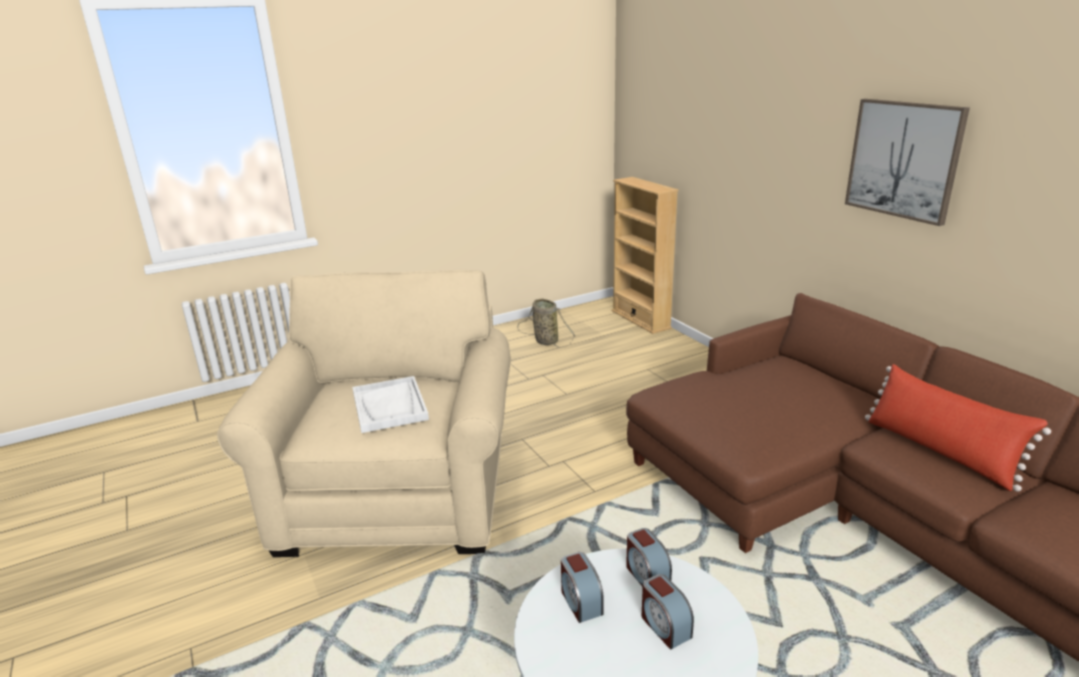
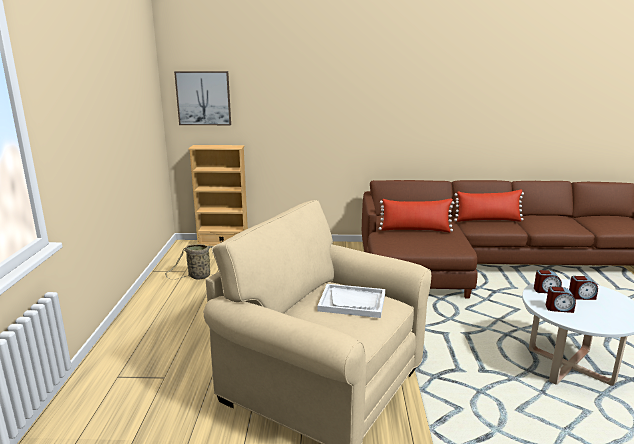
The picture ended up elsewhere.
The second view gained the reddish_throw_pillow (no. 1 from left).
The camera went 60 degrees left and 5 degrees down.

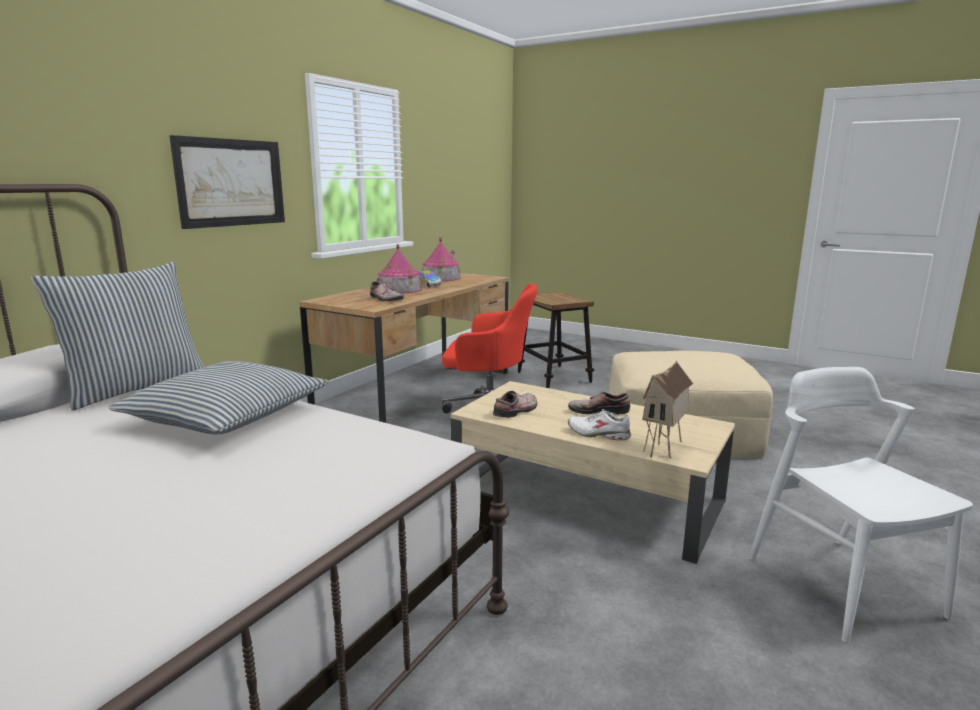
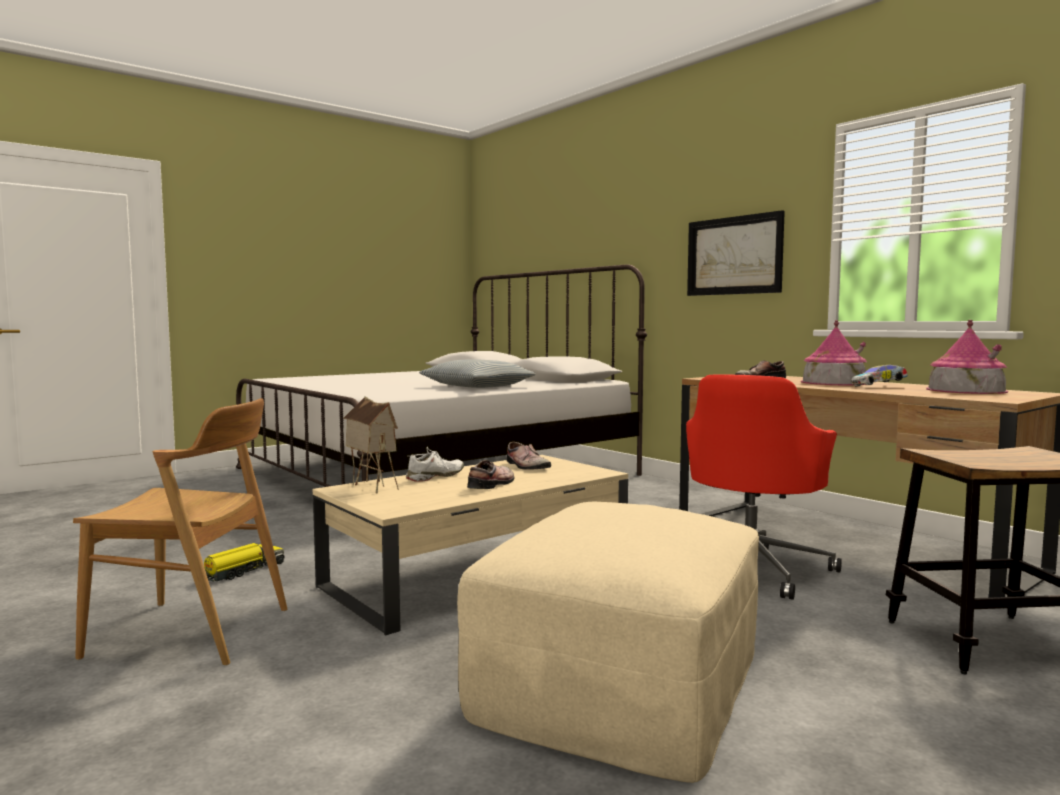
The second view lost the throw_pillow (no. 1 from left).
What was the white-coloured_chair turned into the brownish_chair.
The second view gained the toy_truck.
The camera went 110 degrees right and 10 degrees down.

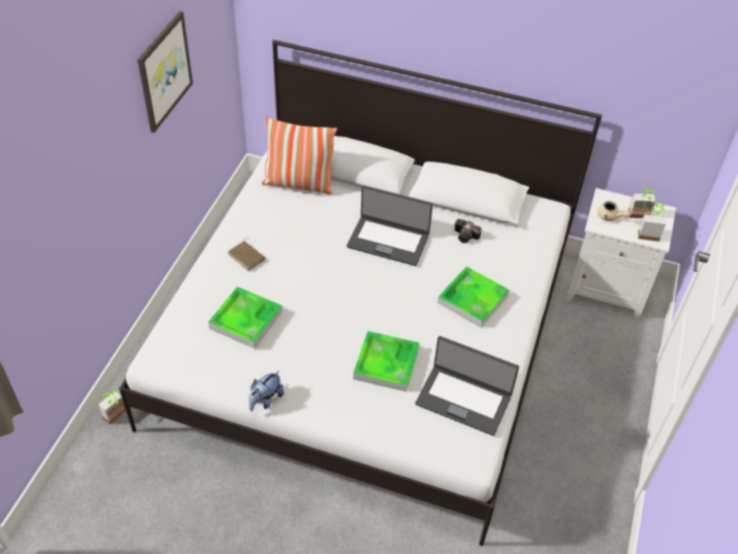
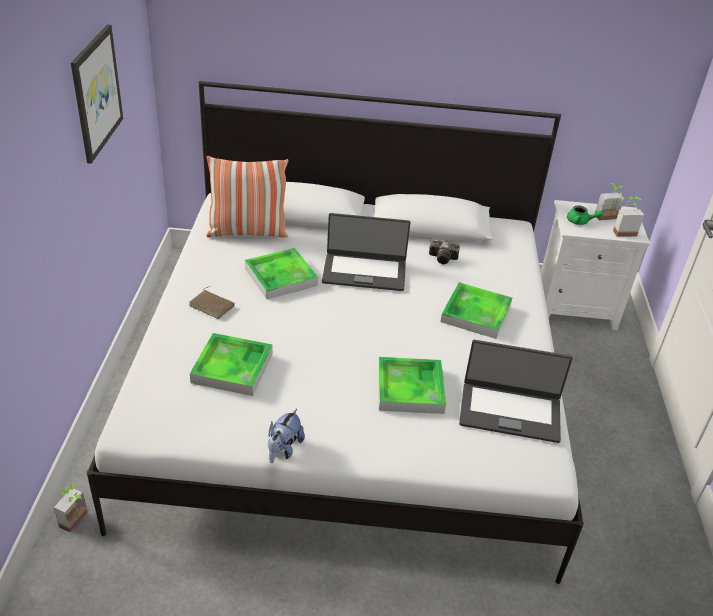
What was the beige_tea_pot turned into the green_tea_pot.
The second view gained the serving_tray (no. 2 from left).
The camera went 15 degrees left and 10 degrees down.

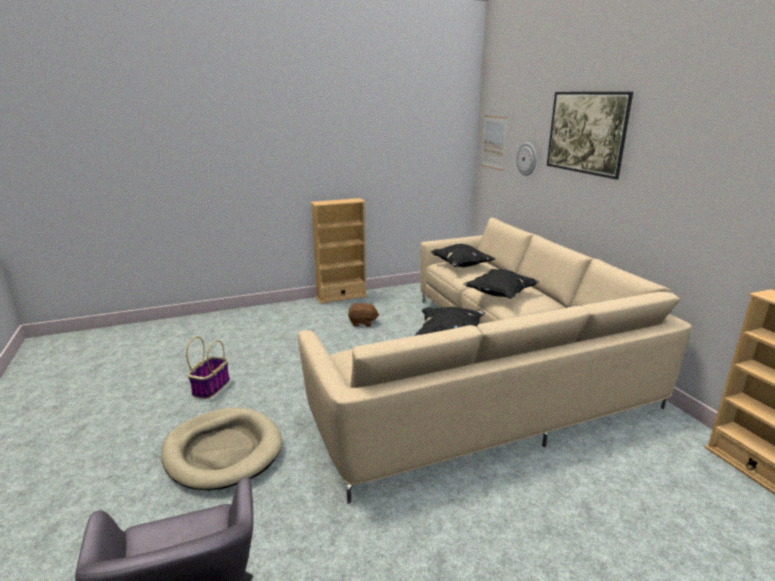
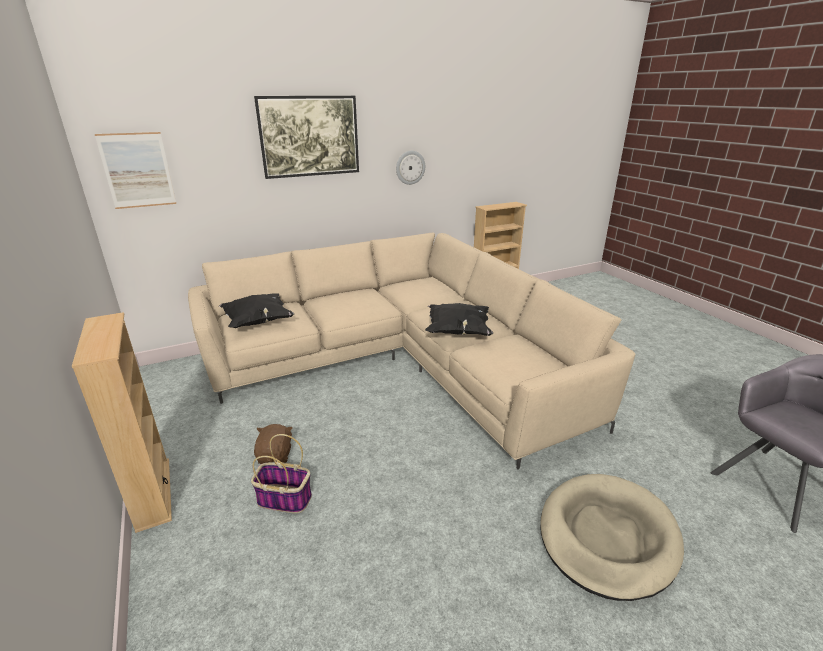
The household_basket ended up elsewhere.
The second view lost the blackish_throw_pillow (no. 3 from left).
The hanging_clock ended up elsewhere.
The camera went 95 degrees left and 5 degrees up.

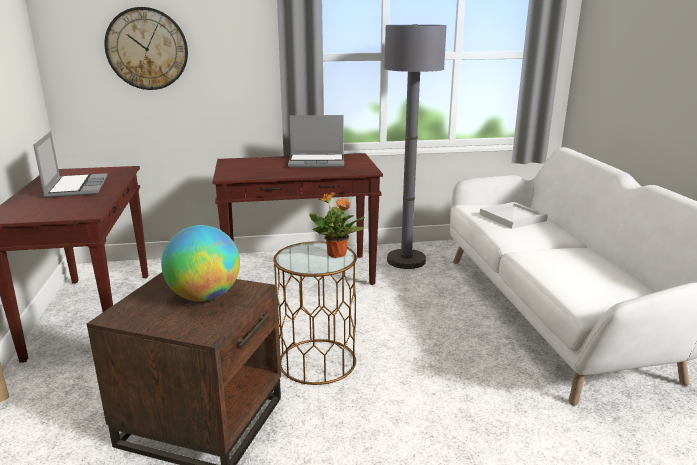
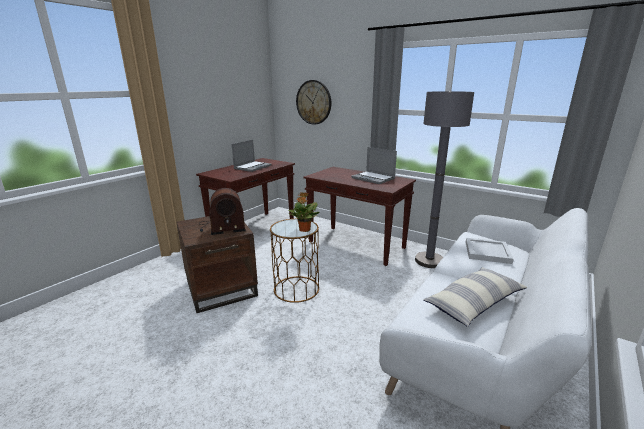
Where the desk_globe stood, the radio_receiver came to stand.
The second view gained the throw_pillow.
The camera went 45 degrees right and 0 degrees up.

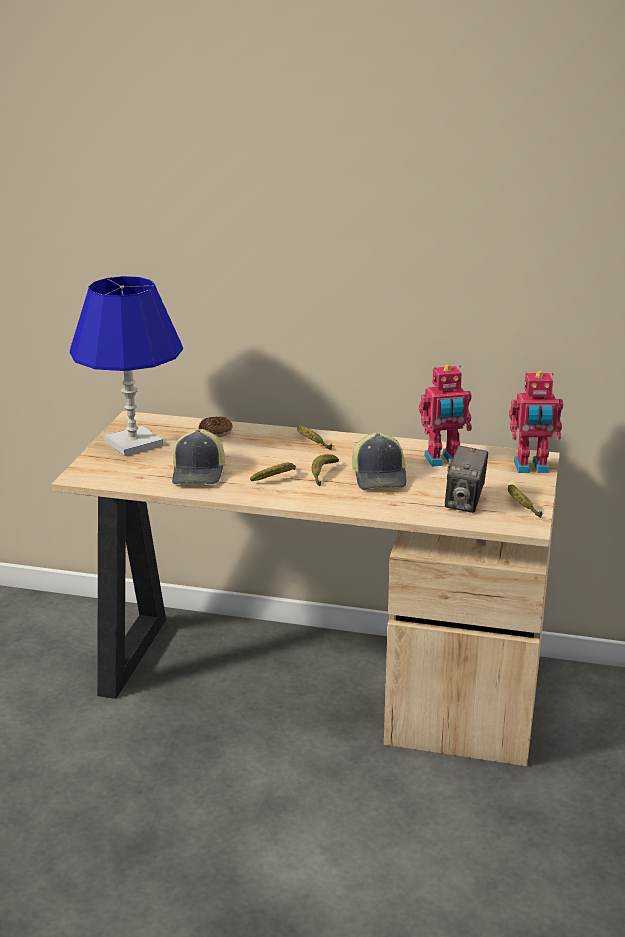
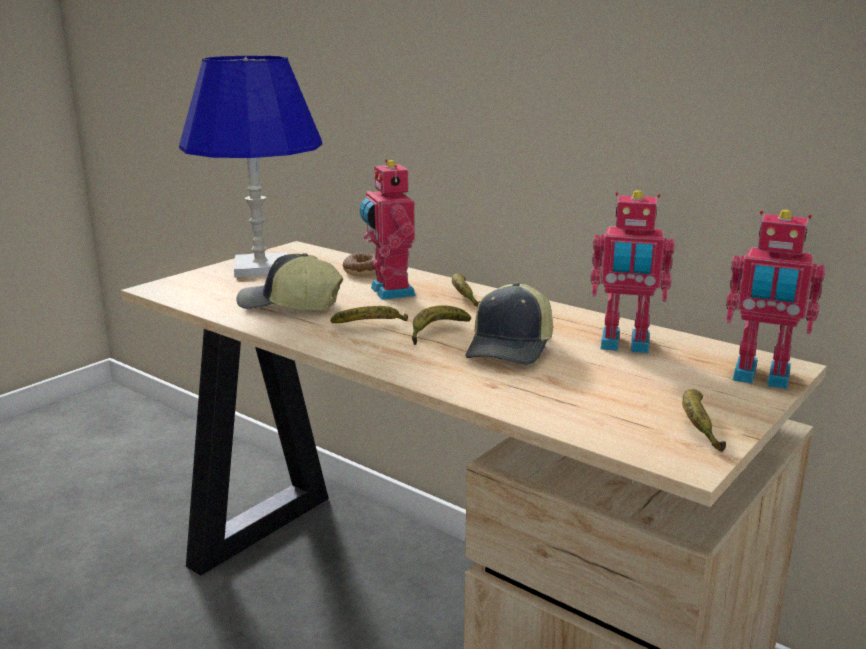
The baseball_cap (no. 1 from left) ended up facing another way, 75 degrees clockwise from before.
The second view lost the still_camera.
The second view gained the model_robot (no. 1 from left).
The camera went 25 degrees right and 5 degrees down.

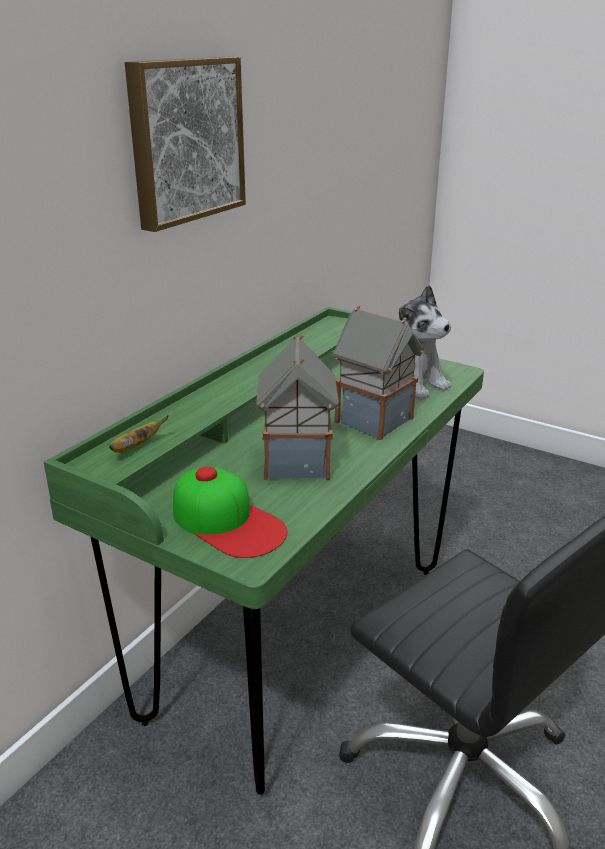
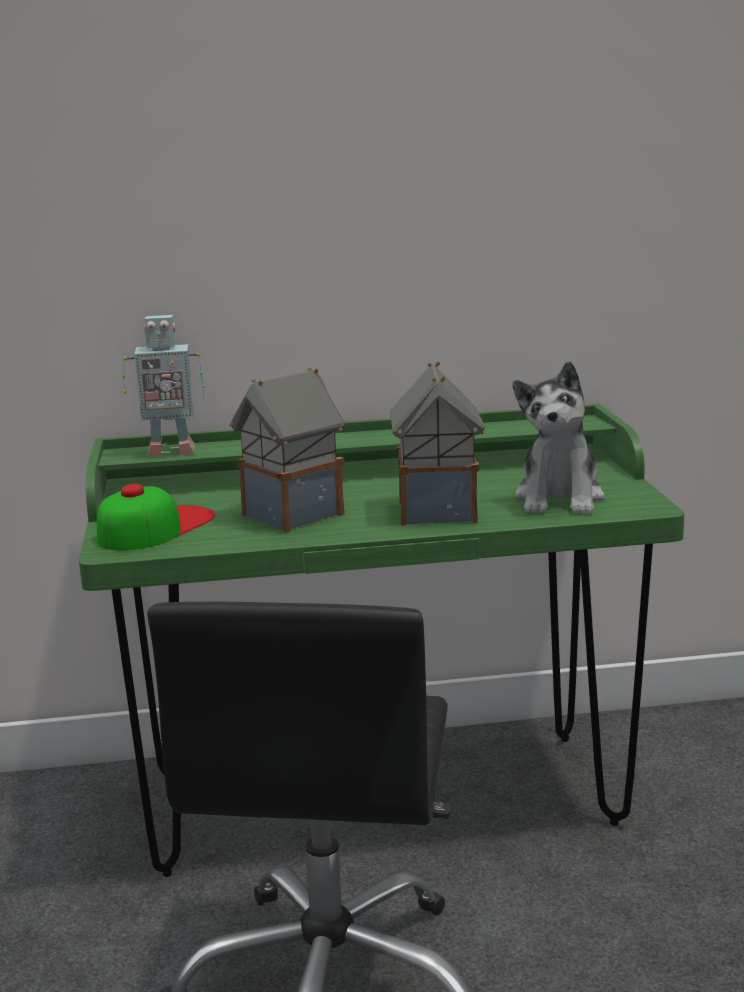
Where the whole_banana stood, the model_robot came to stand.
The second view lost the picture.
The baseball_cap ended up facing another way, 150 degrees counterclockwise from before.
The camera went 50 degrees right and 10 degrees down.

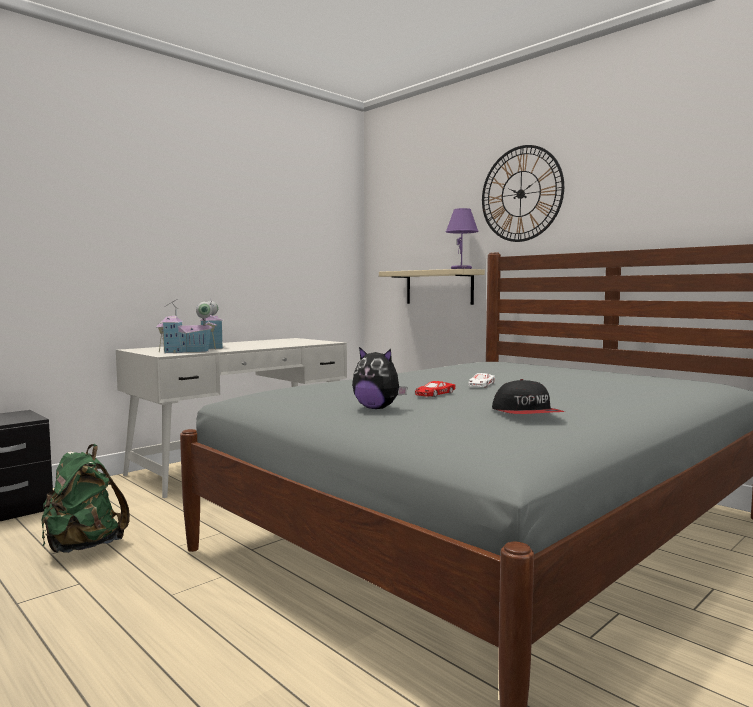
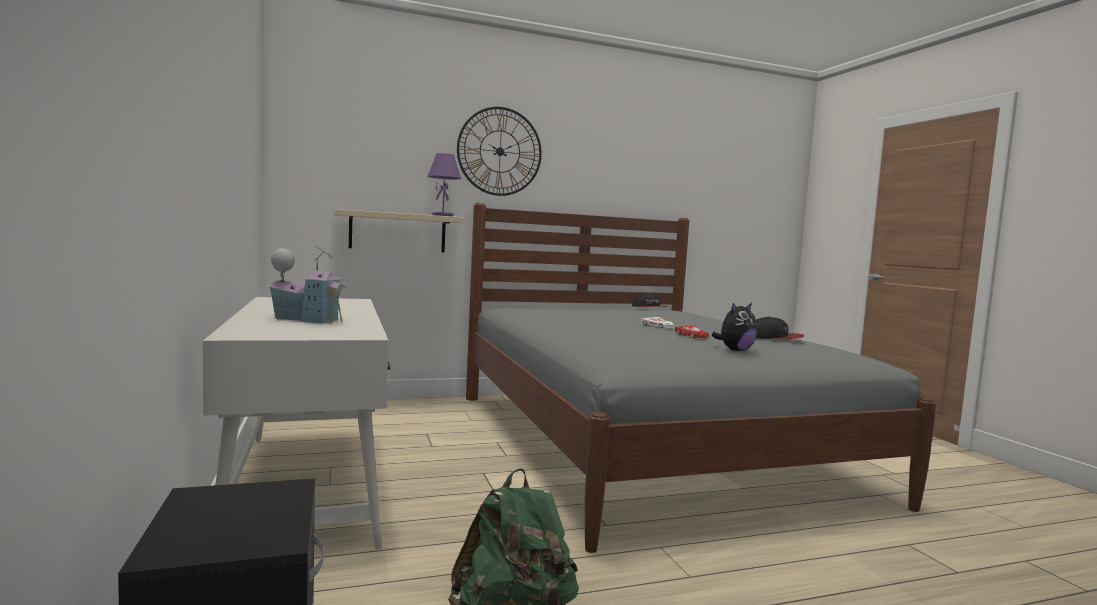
The second view lost the toy_house (no. 1 from left).
The second view gained the baseball_cap (no. 1 from left).
The camera went 65 degrees left and 0 degrees up.

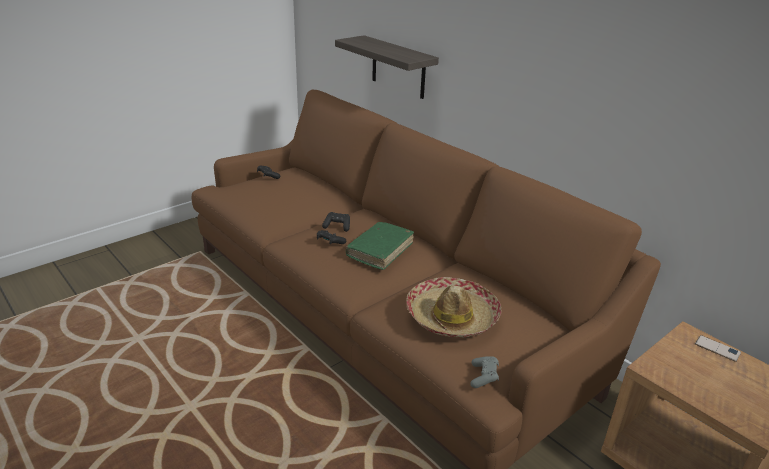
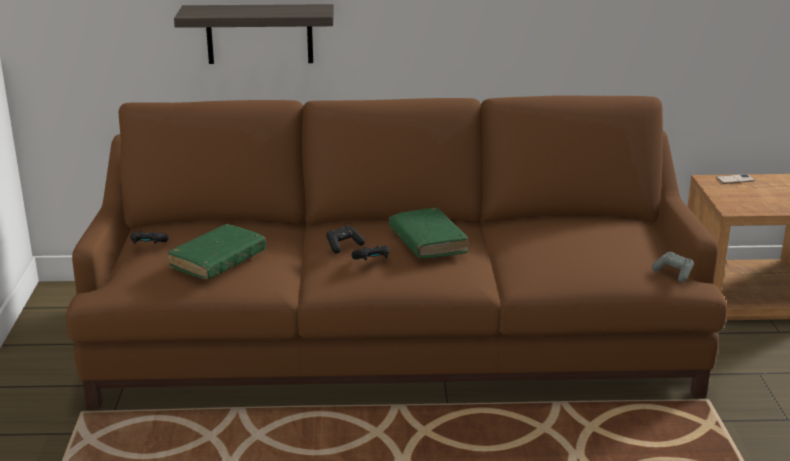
The second view lost the hat.
The second view gained the green_bound_book (no. 1 from left).
The camera went 50 degrees left and 5 degrees down.

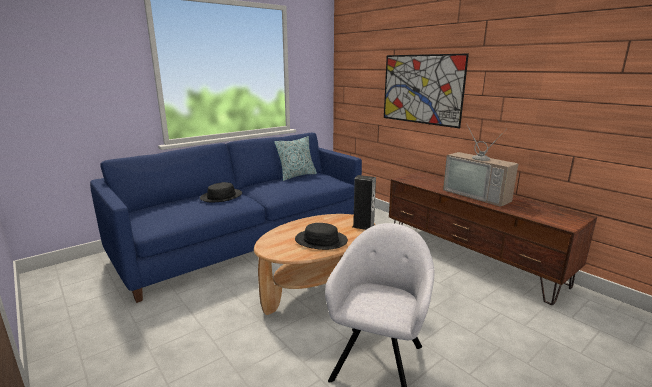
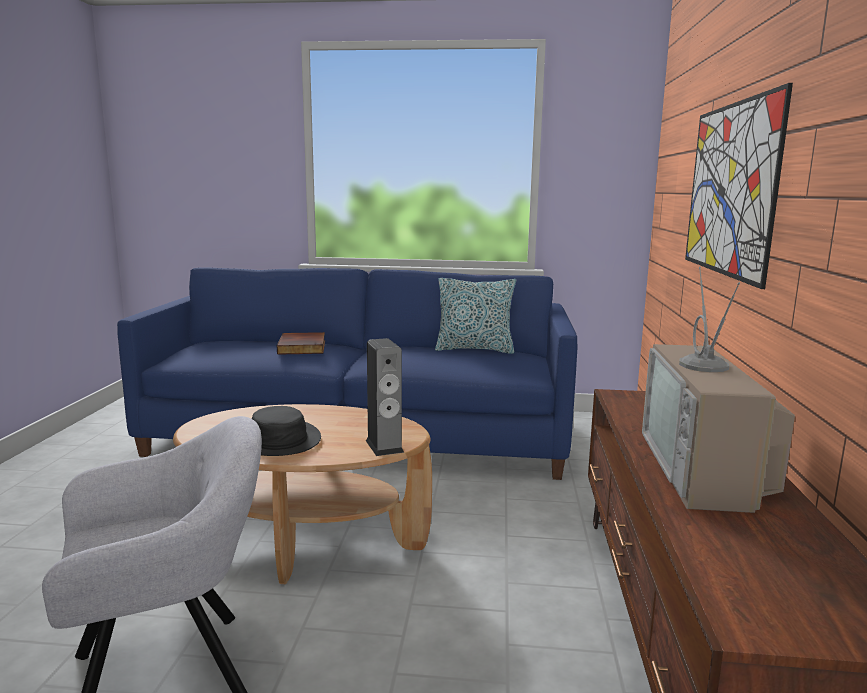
Where the blackish_hat (no. 1 from left) stood, the bound_book came to stand.
The camera went 45 degrees right and 5 degrees down.

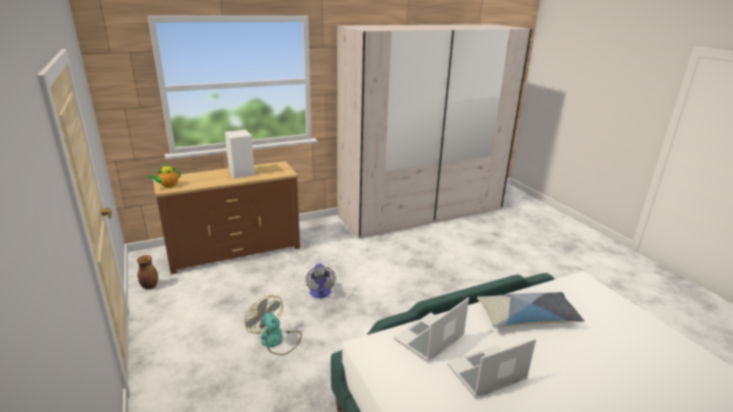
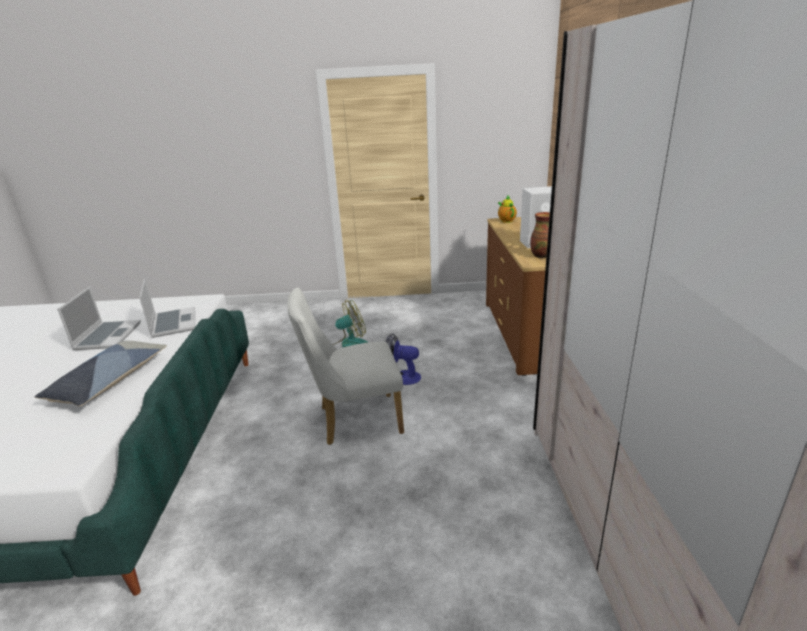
The flower_vase ended up elsewhere.
The second view gained the white-coloured_chair.
The camera went 115 degrees right and 0 degrees up.

